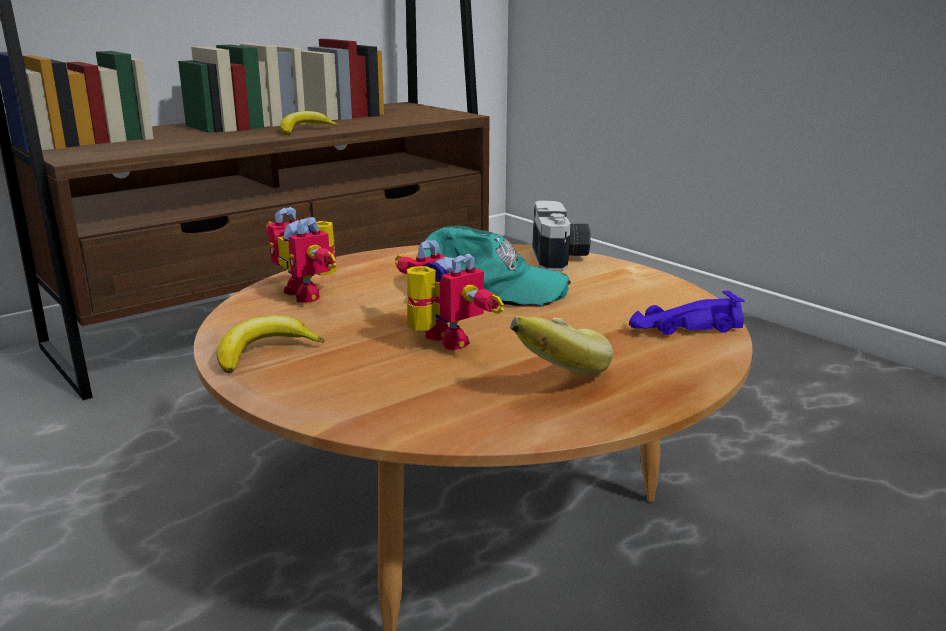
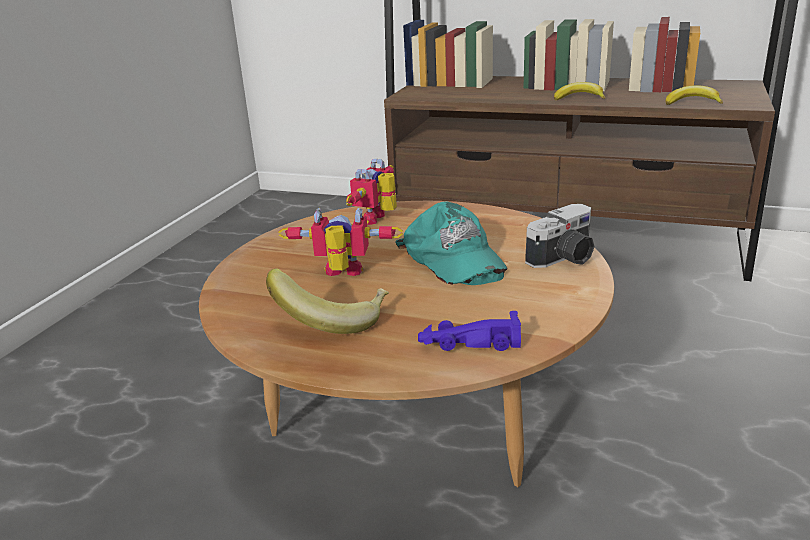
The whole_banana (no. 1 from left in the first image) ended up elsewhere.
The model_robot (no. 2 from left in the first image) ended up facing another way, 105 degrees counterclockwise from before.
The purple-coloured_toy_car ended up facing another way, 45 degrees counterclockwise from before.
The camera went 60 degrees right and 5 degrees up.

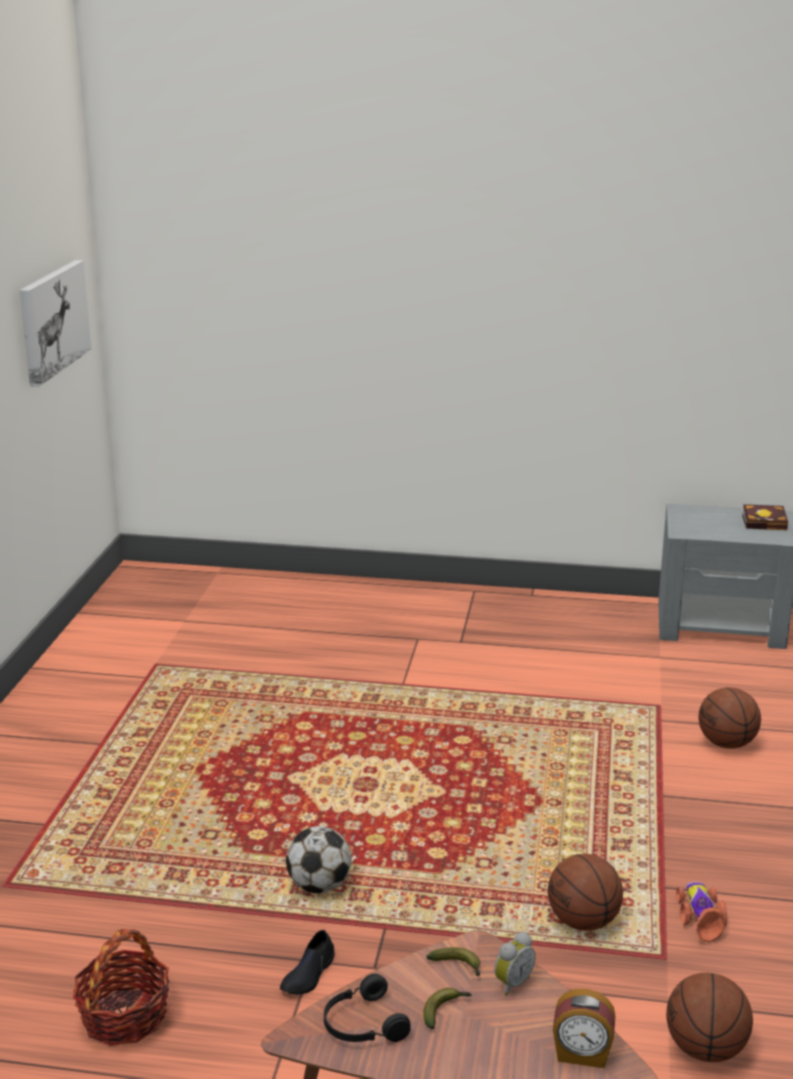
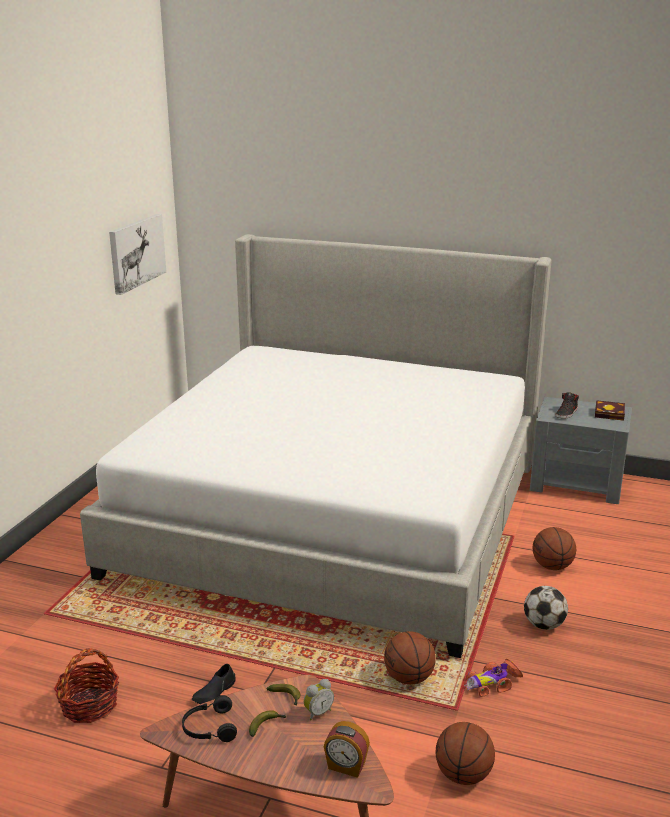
The ball_for_football ended up elsewhere.
The toy_car ended up facing another way, 120 degrees counterclockwise from before.
The second view gained the bedroom_bed.
The second view gained the blackish_shoe (no. 2 from left).
The camera went 10 degrees right and 0 degrees up.

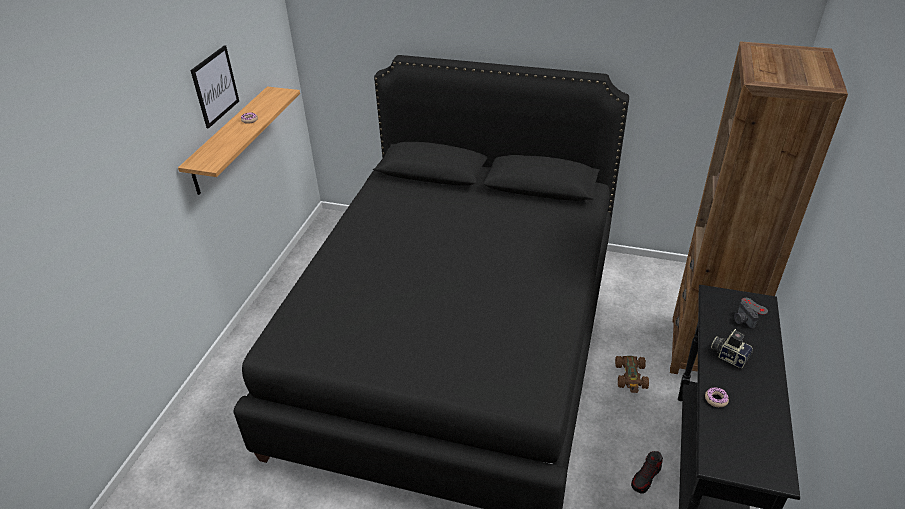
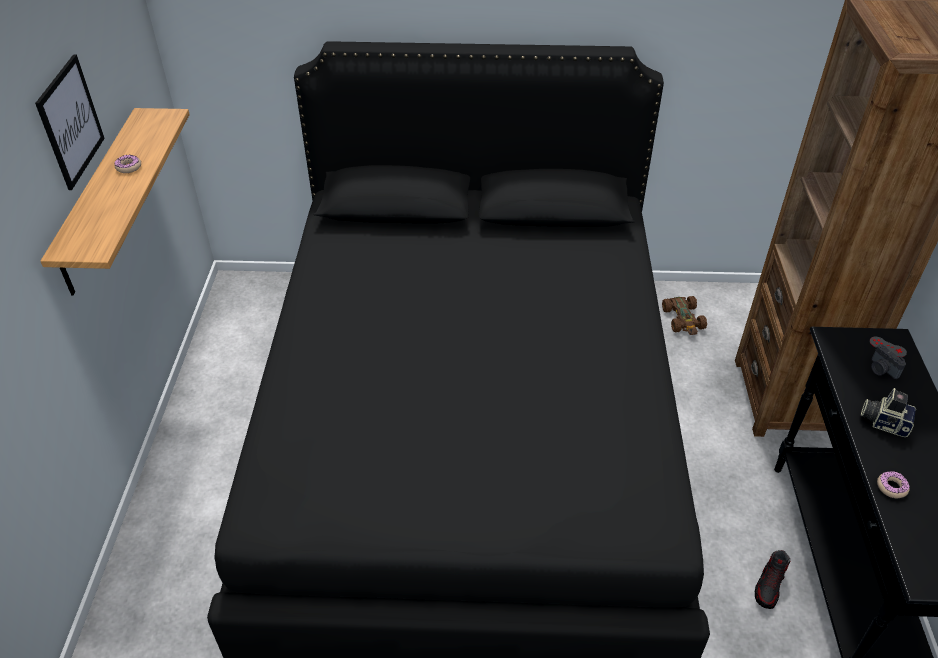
The brownish_toy_car ended up elsewhere.
The camera went 15 degrees left and 5 degrees up.

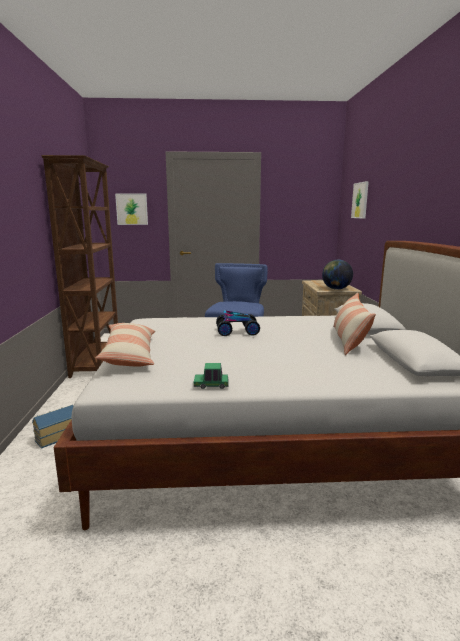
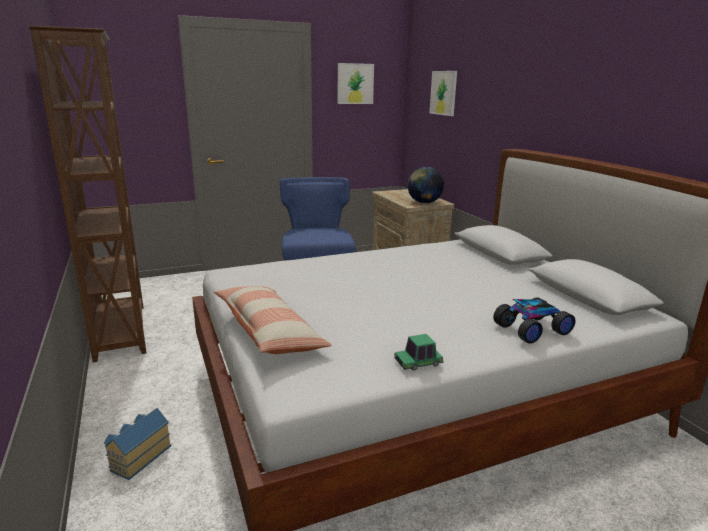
The picture (no. 1 from left) ended up elsewhere.
The toy_car (no. 2 from left) ended up elsewhere.
The second view lost the throw_pillow (no. 2 from left).
The camera went 20 degrees left and 5 degrees up.

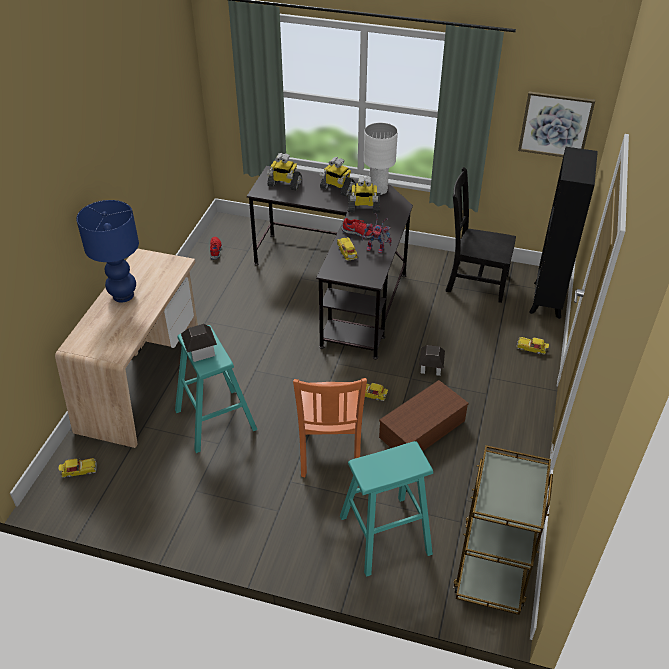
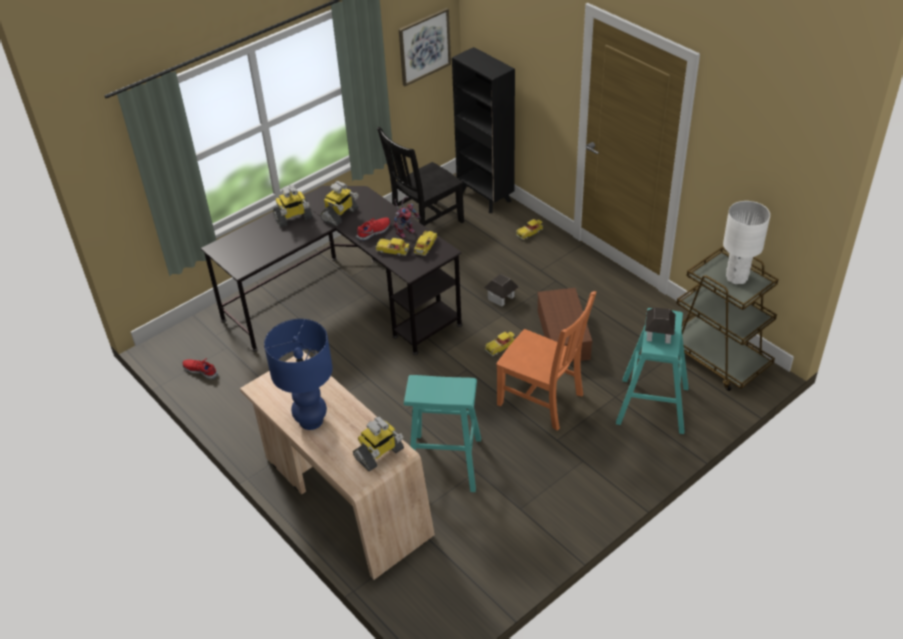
The toy_car (no. 1 from left in the first image) ended up elsewhere.
The toy_house (no. 1 from left in the first image) ended up elsewhere.
The model_robot (no. 1 from left in the first image) ended up elsewhere.
The white-coloured_table_lamp ended up elsewhere.
The camera went 55 degrees left and 0 degrees up.

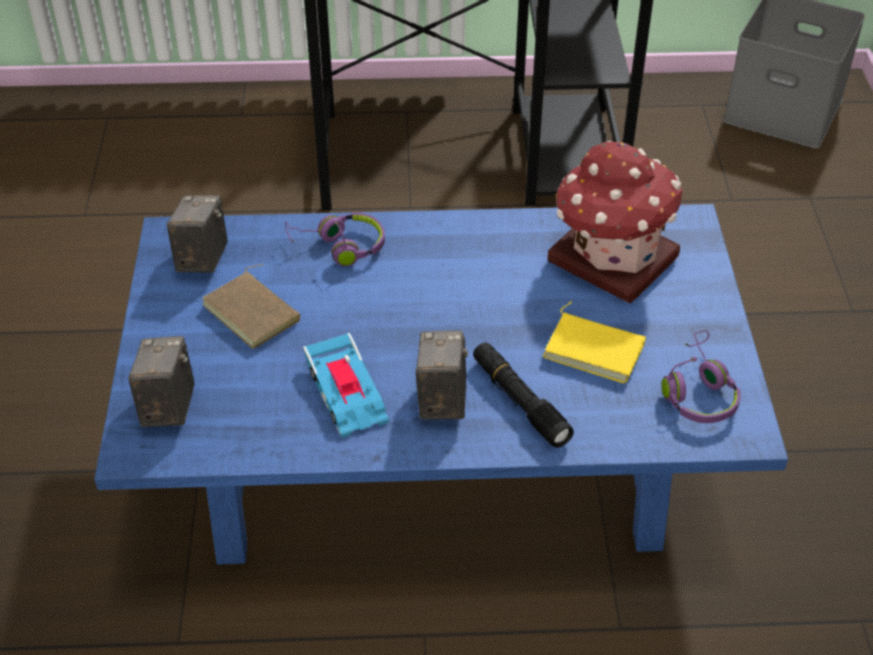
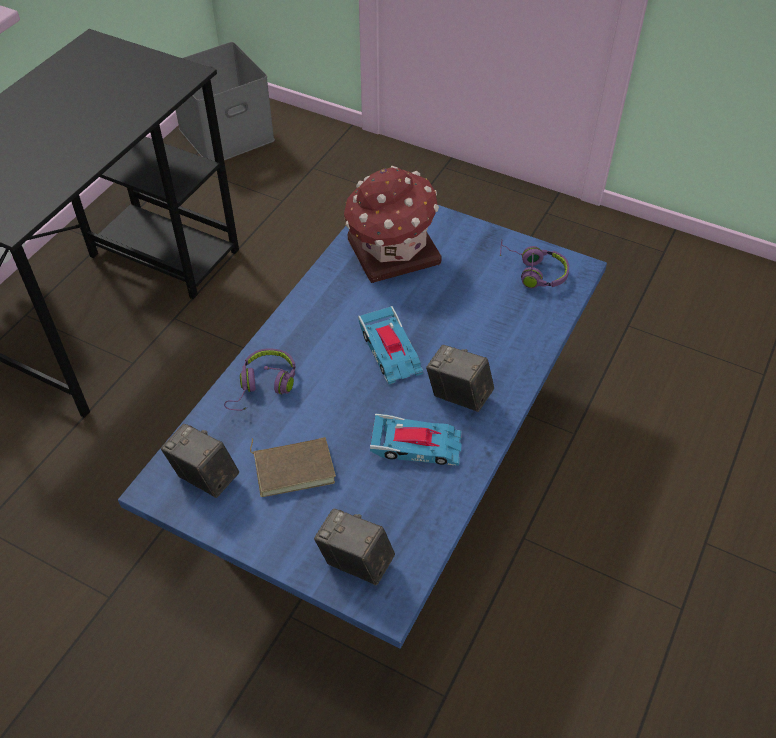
The second view lost the blackish_torch.
The second view lost the yellow-coloured_bound_book.
The second view gained the toy_car (no. 1 from left).
The camera went 60 degrees left and 5 degrees up.

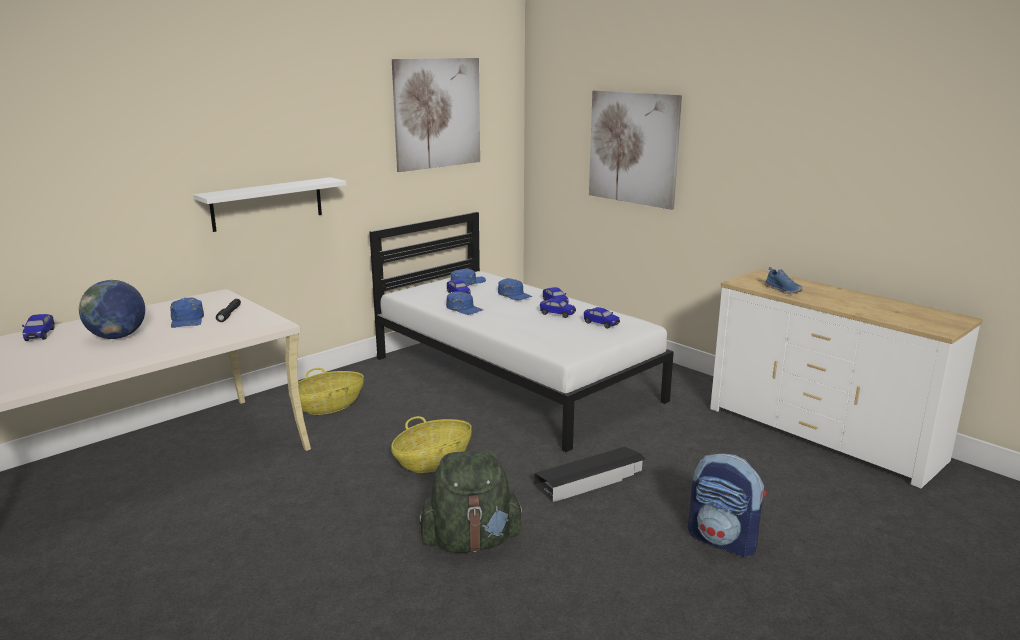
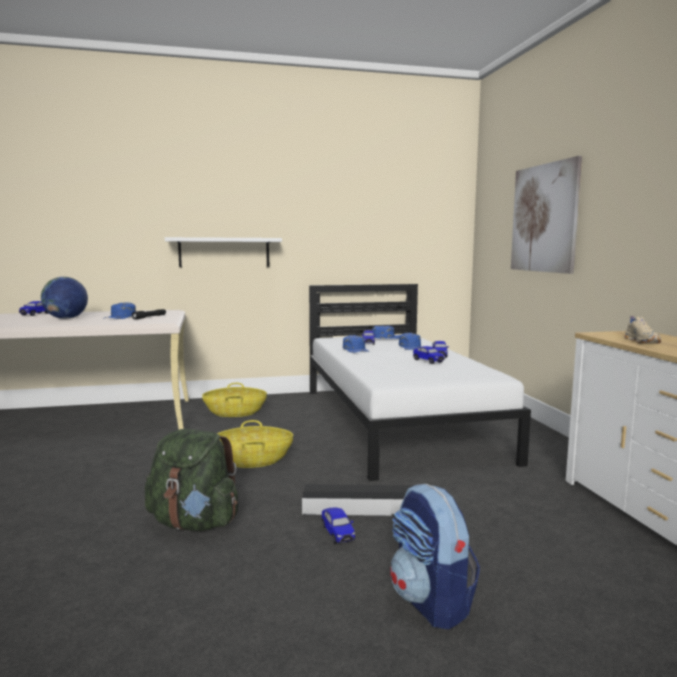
The second view lost the picture (no. 1 from left).
The toy_car (no. 5 from left in the first image) ended up elsewhere.
What was the bluish_shoe turned into the beige_shoe.
The camera went 30 degrees right and 10 degrees down.

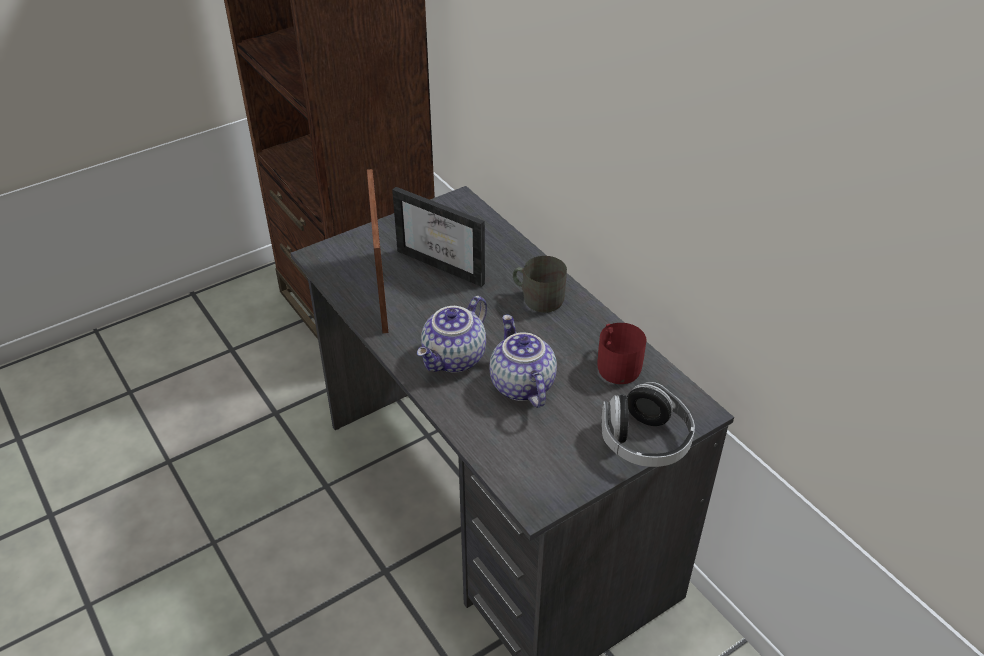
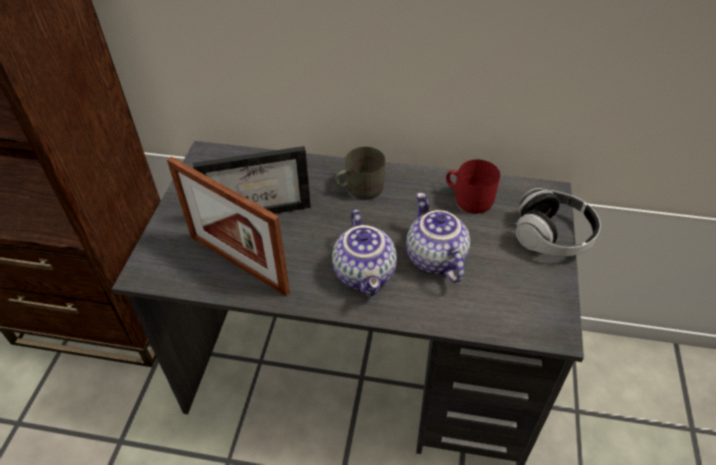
The tea_pot (no. 2 from left) ended up facing another way, 45 degrees clockwise from before.
The camera went 45 degrees left and 5 degrees up.

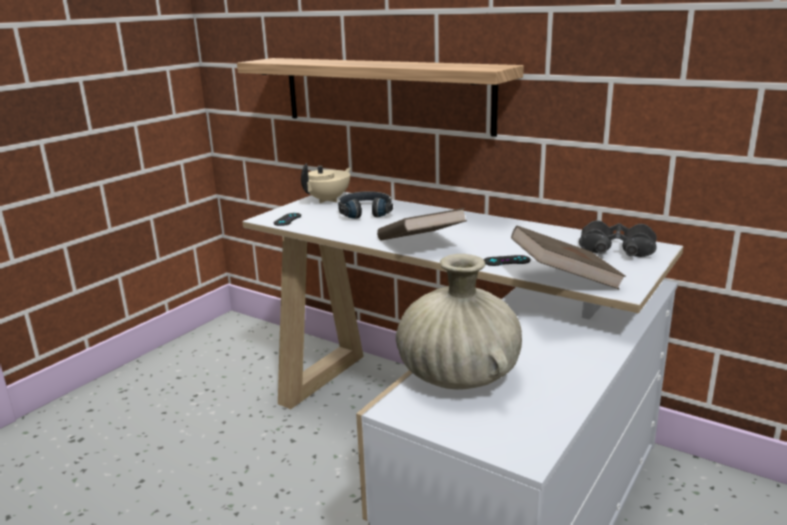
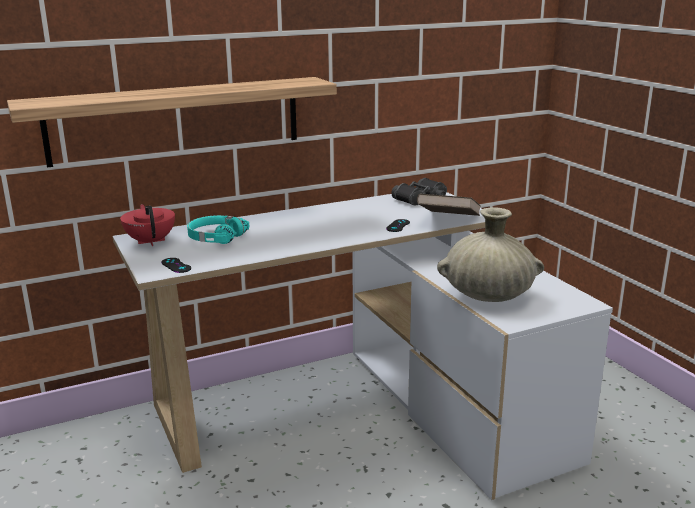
What was the beige_tea_pot turned into the reddish_tea_pot.
What was the blackish_headset turned into the turquoise_headset.
The second view lost the brownish_bound_book (no. 1 from left).
The camera went 60 degrees left and 0 degrees up.

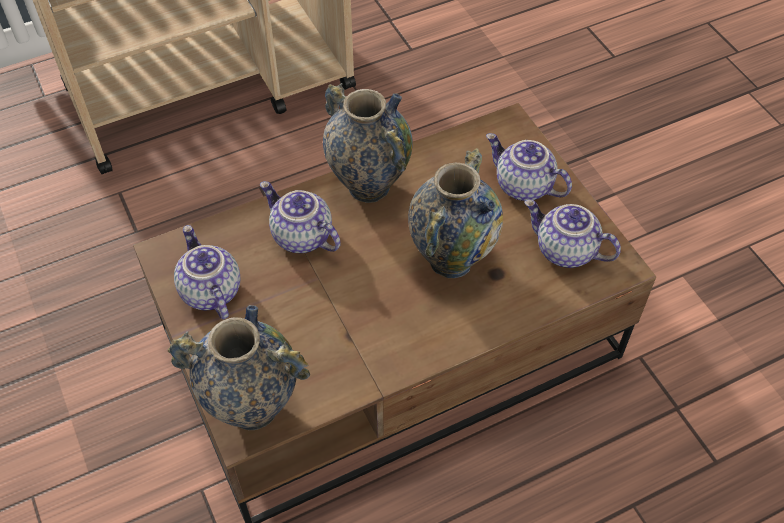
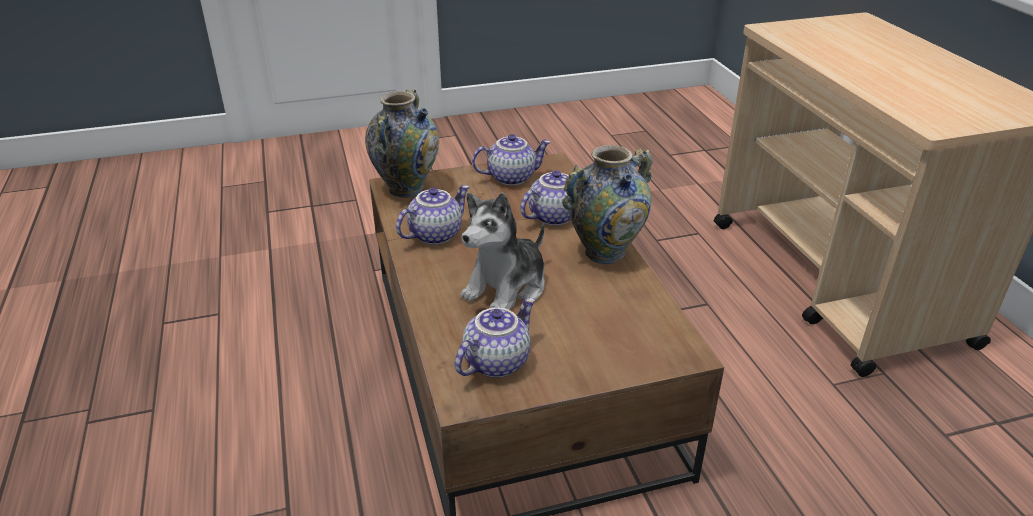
Where the flower_vase (no. 3 from left) stood, the cuddly_toy came to stand.
The tea_pot (no. 3 from left in the first image) ended up elsewhere.
The camera went 100 degrees right and 20 degrees down.

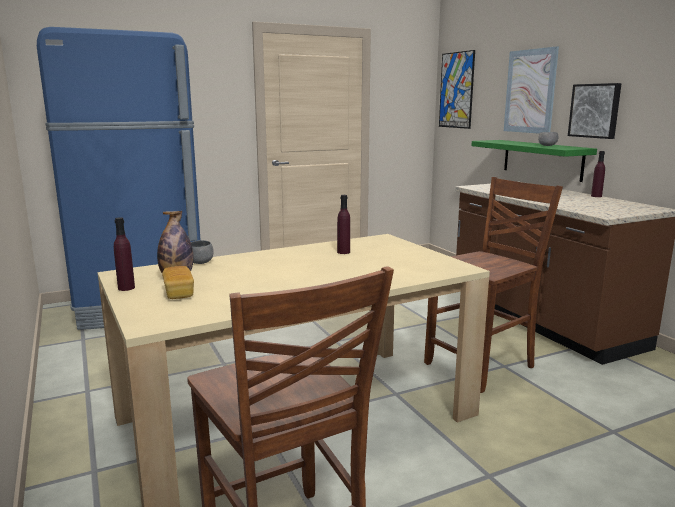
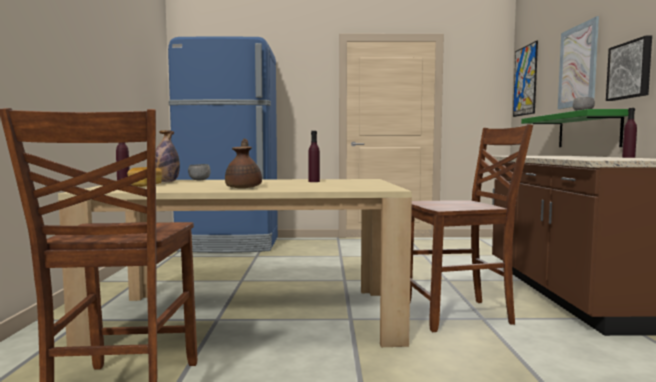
The second view gained the brownish_tea_pot.
The camera went 25 degrees right and 10 degrees down.

